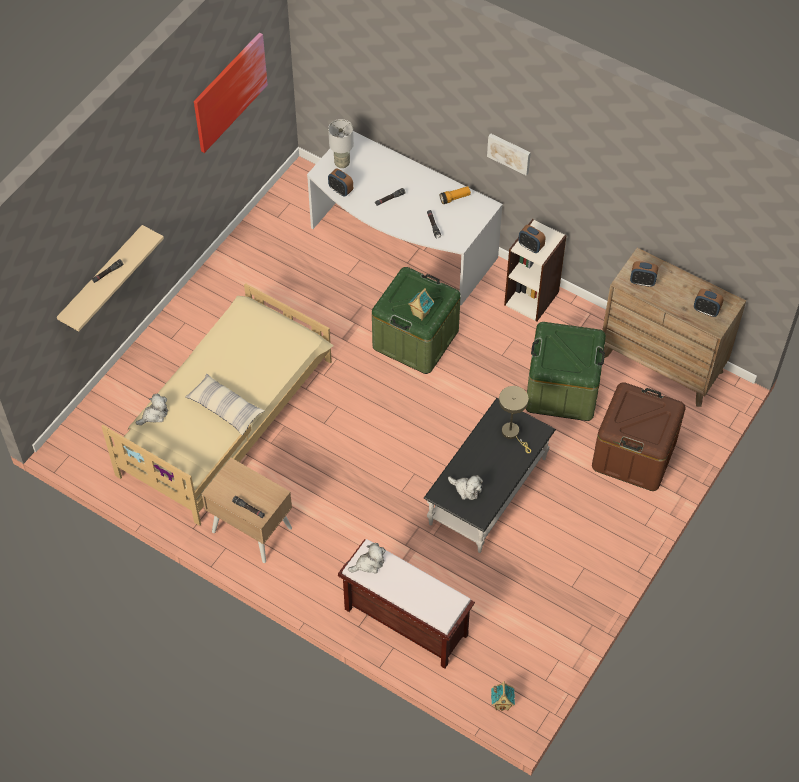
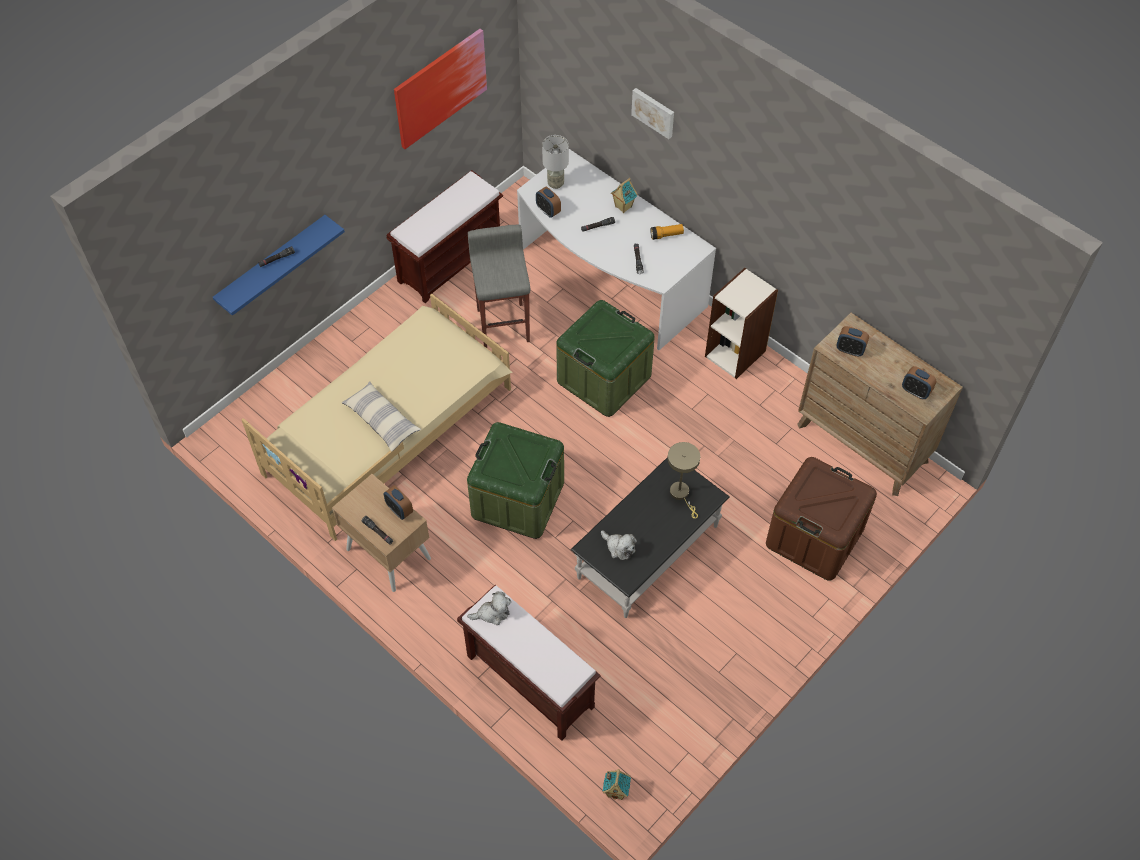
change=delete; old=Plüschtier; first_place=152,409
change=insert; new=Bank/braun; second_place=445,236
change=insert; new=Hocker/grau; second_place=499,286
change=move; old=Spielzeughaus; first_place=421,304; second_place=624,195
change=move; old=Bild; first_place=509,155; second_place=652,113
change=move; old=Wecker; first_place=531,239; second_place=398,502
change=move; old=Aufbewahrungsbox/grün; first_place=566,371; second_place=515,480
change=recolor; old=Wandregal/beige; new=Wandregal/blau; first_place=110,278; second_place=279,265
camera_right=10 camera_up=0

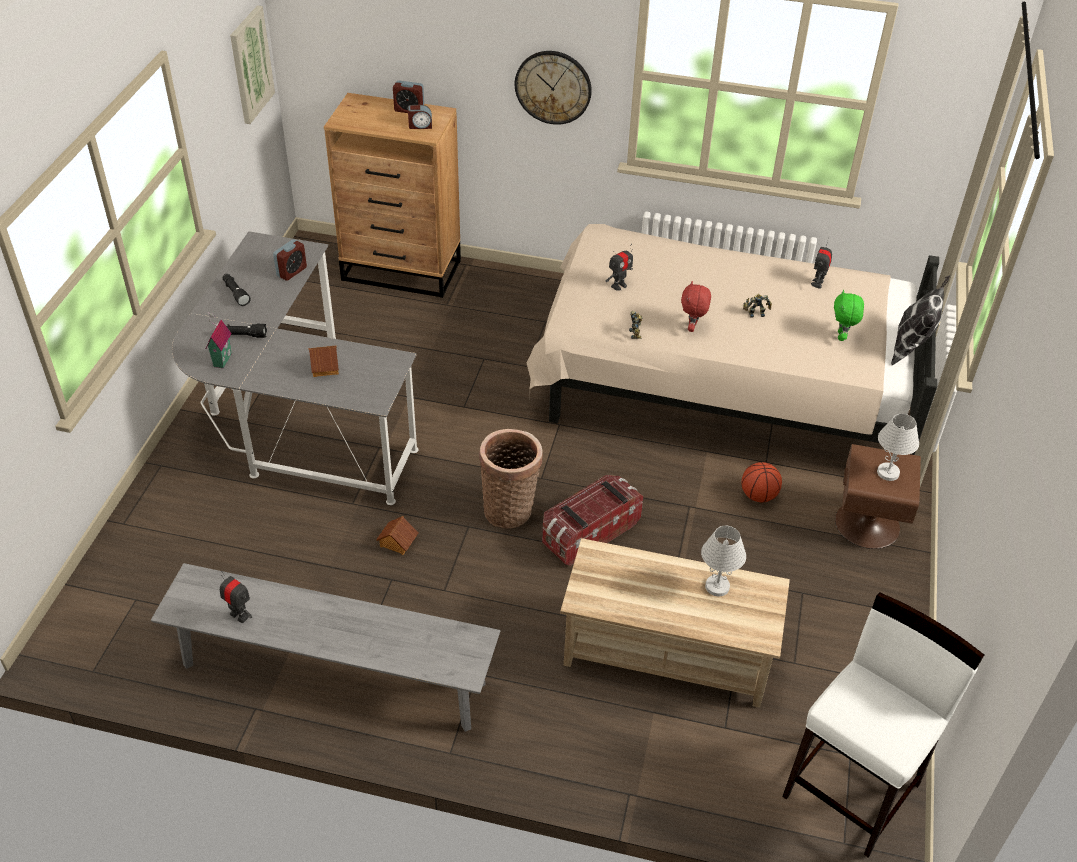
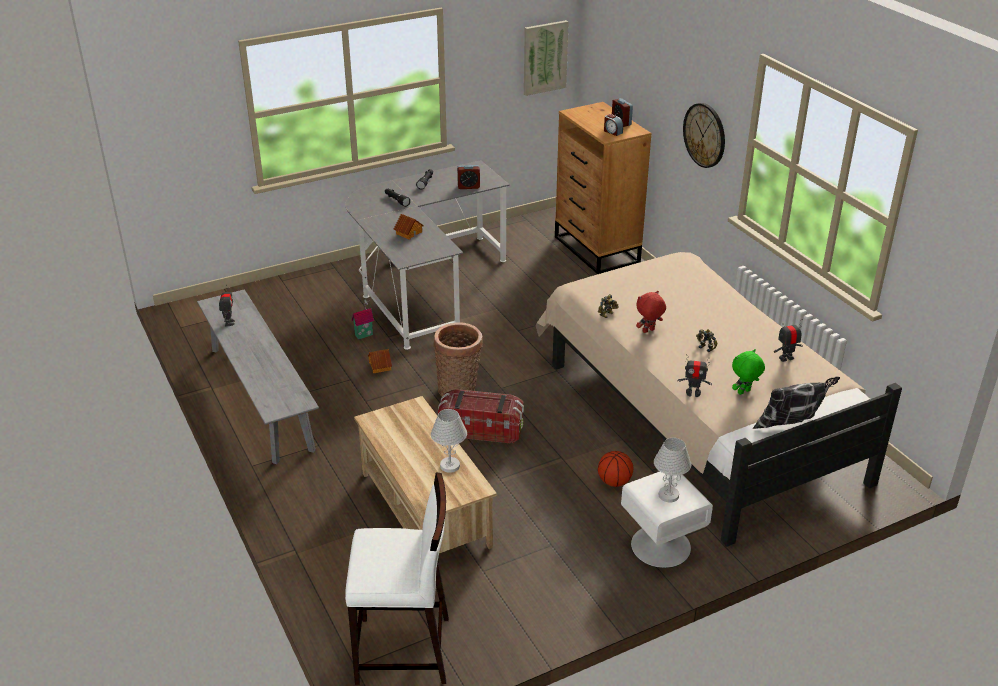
change=move; old=Spielzeughaus; first_place=219,339; second_place=363,320
change=move; old=Spielzeugroboter; first_place=619,267; second_place=695,375
change=recolor; old=Nachttisch/braun; new=Nachttisch/weiß; first_place=878,496; second_place=667,520
camera_right=50 camera_up=-10

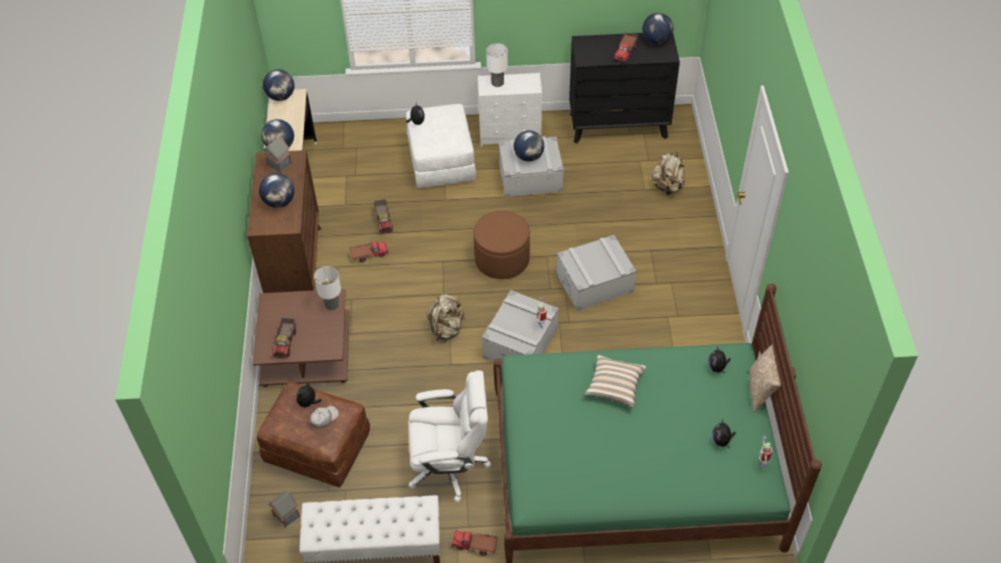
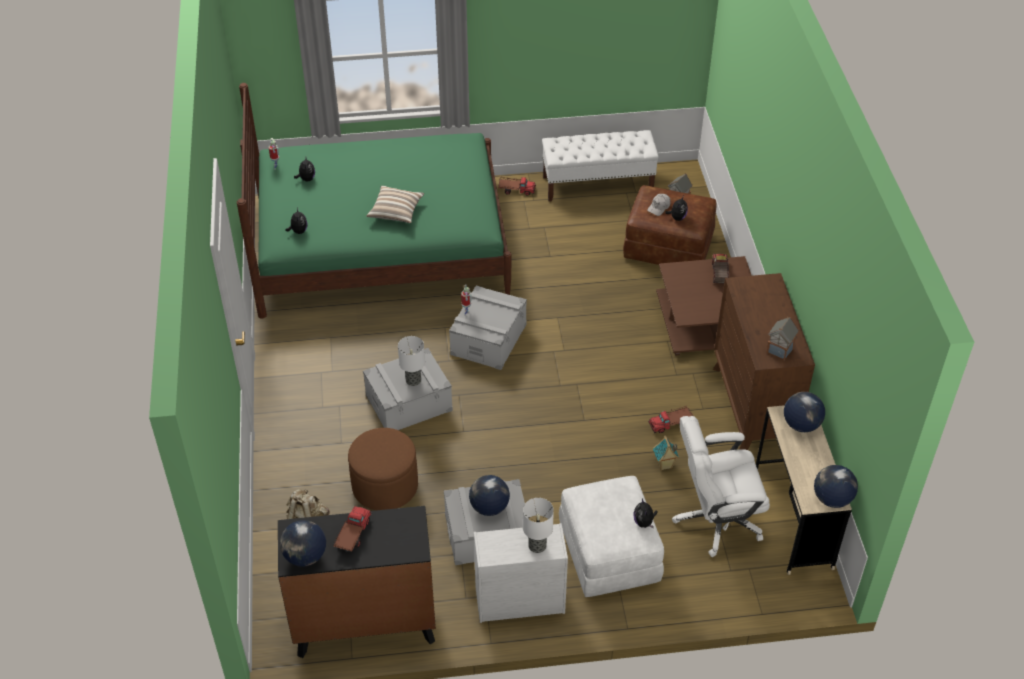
change=delete; old=Globus; first_place=276,190
change=delete; old=Rucksack/beige; first_place=446,318
change=delete; old=Kissen; first_place=765,378
change=move; old=Tischlampe; first_place=327,288; second_place=411,361
change=move; old=Bürostuhl/weiß; first_place=449,436; second_place=721,486
change=move; old=Polsterhocker/braun; first_place=501,245; second_place=383,469
change=replace; old=Spielzeuglaster; new=Spielzeughaus; first_place=383,216; second_place=666,453
camera_right=175 camera_up=-5

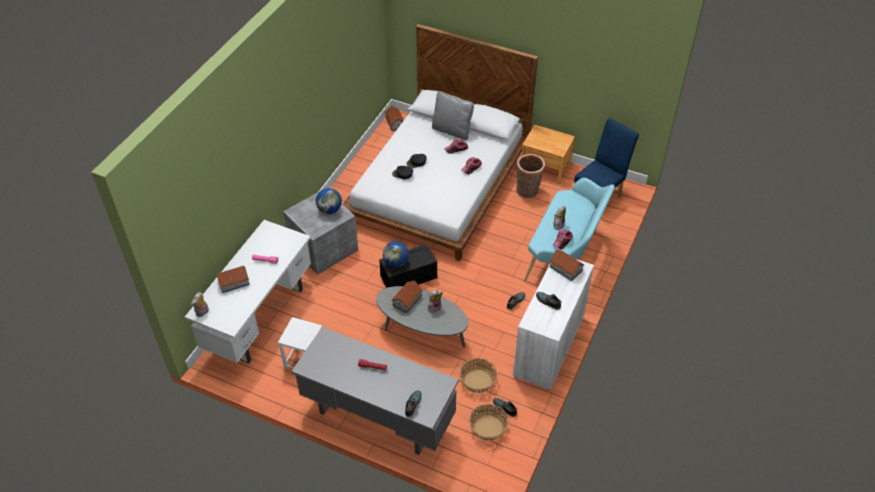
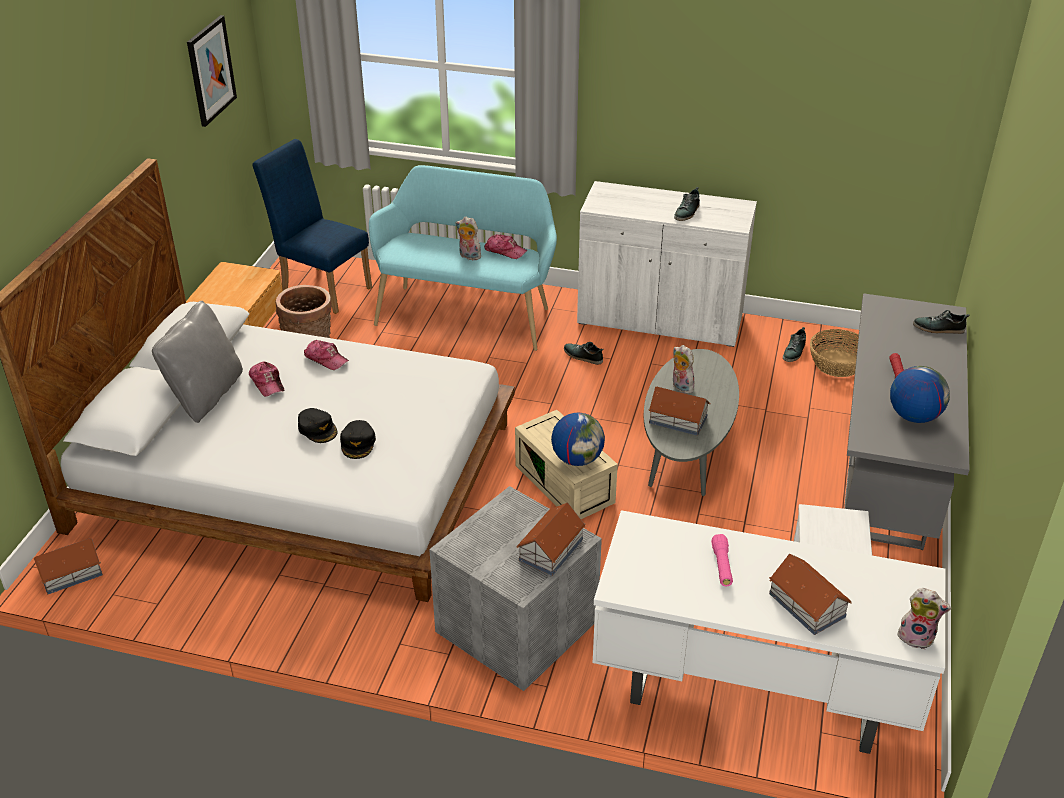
change=delete; old=Korb; first_place=478,375
change=insert; new=Bild; second_place=212,71
change=move; old=Globus; first_place=329,201; second_place=920,394
change=move; old=Spielzeughaus; first_place=567,265; second_place=551,539
change=recolor; old=Aufbewahrungsbox/schwarz; new=Aufbewahrungsbox/beige; first_place=408,266; second_place=566,464
camera_right=-100 camera_up=-10

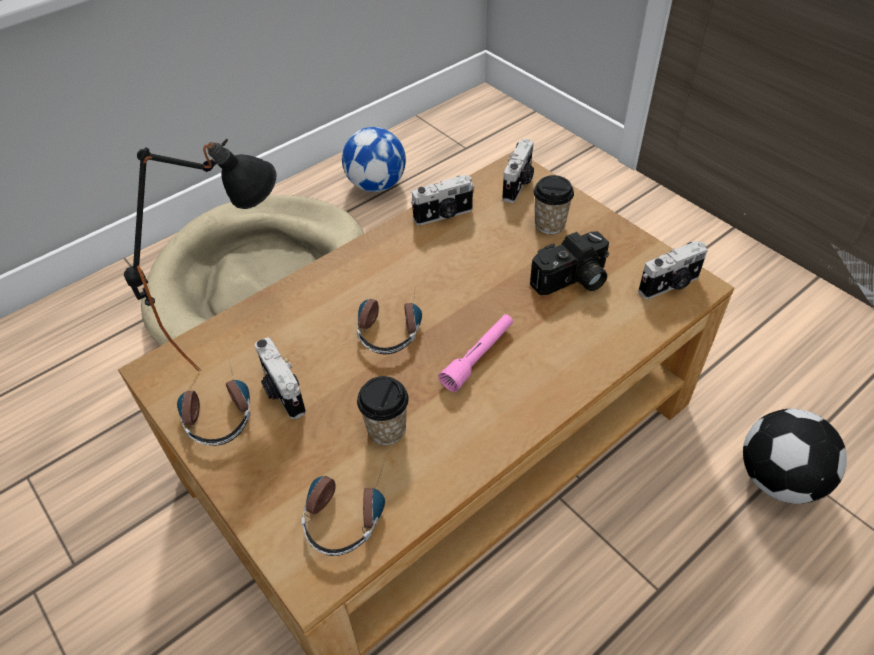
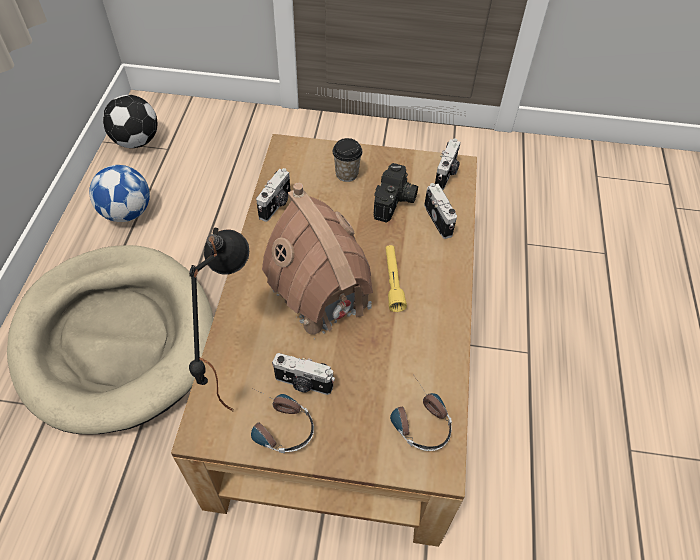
change=delete; old=Tasse; first_place=383,410
change=move; old=Kamera; first_place=518,171; second_place=440,211
change=move; old=Fußball; first_place=795,456; second_place=130,121
change=replace; old=Kopfhörer; new=Spielzeughaus; first_place=389,321; second_place=317,261
change=recolor; old=Taschenlampe/rosa; new=Taschenlampe/gelb; first_place=475,353; second_place=396,278
camera_right=-45 camera_up=5

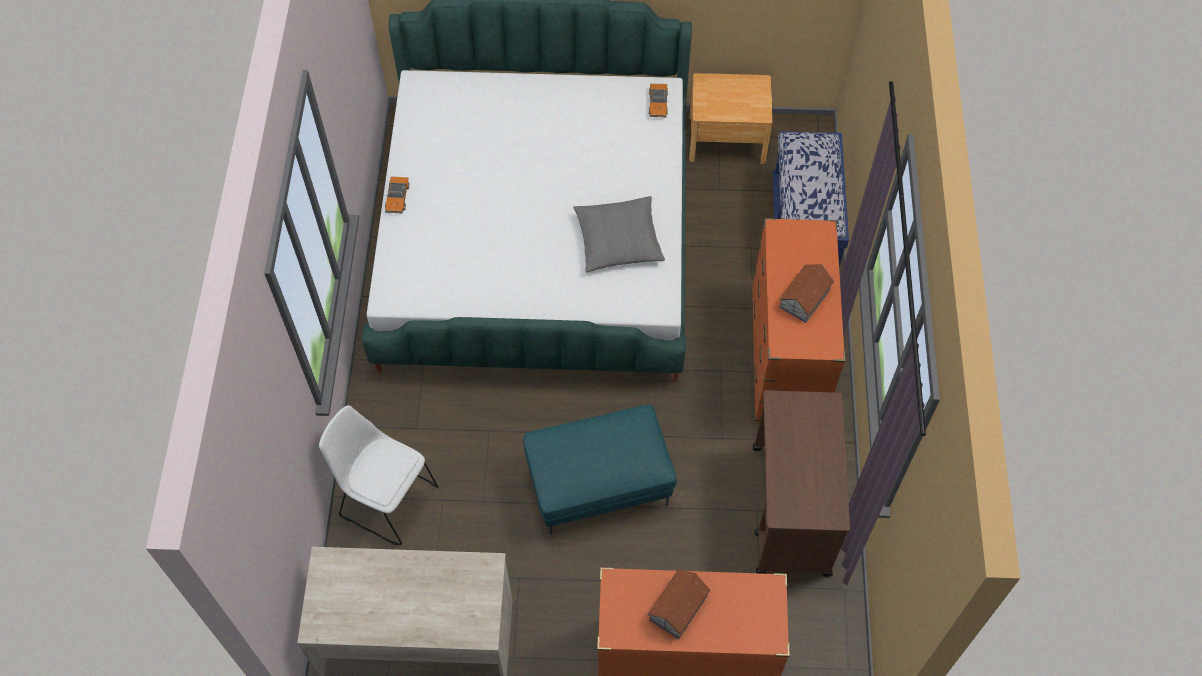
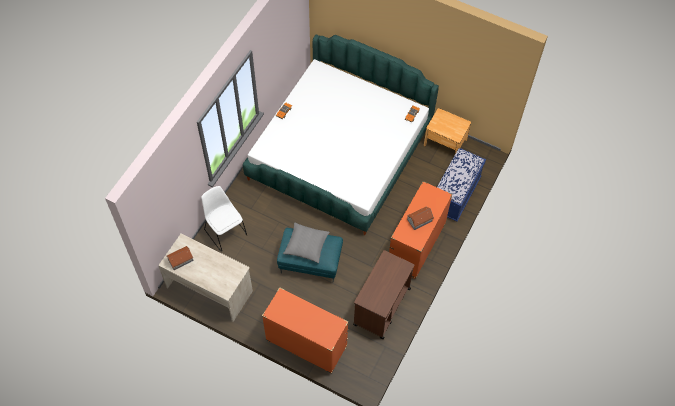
change=move; old=Kissen/grau; first_place=619,234; second_place=306,242
change=move; old=Spielzeughaus; first_place=679,604; second_place=180,258
camera_right=25 camera_up=0

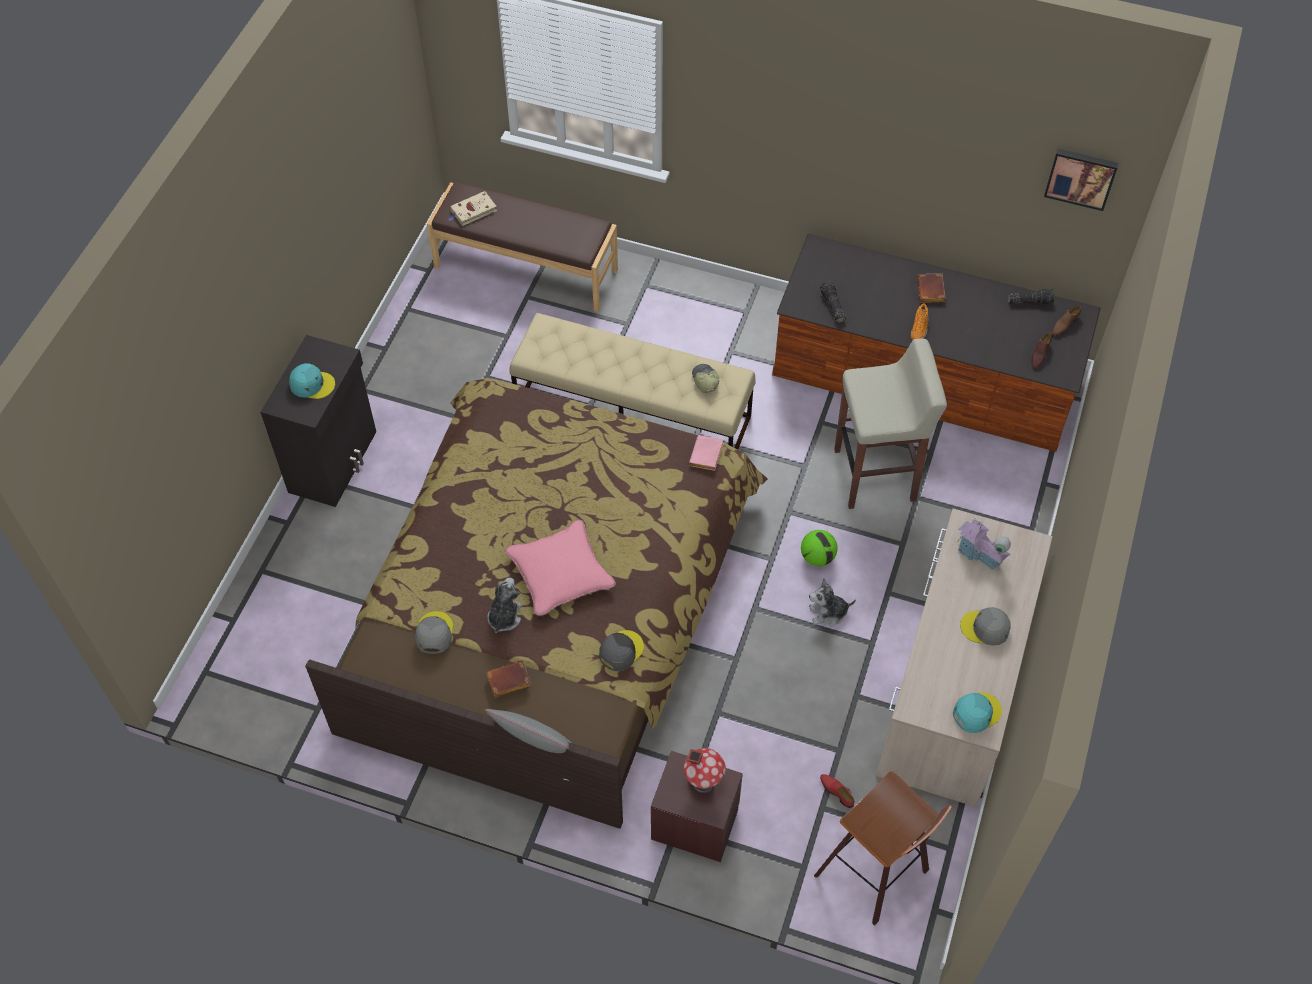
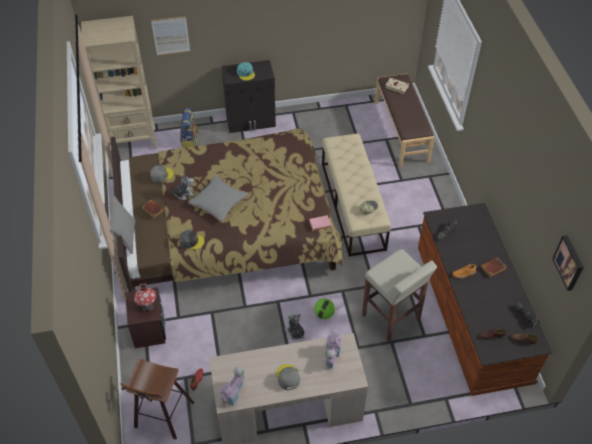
change=insert; new=Bücherregal/beige; second_place=118,82
change=insert; new=Bild; second_place=170,35
change=insert; new=Rucksack; second_place=189,128
change=replace; old=Kappe/türkis; new=Spielzeughaus; first_place=977,712; second_place=232,387
change=recolor; old=Kissen/rosa; new=Kissen/grau; first_place=560,568; second_place=218,199
camera_right=60 camera_up=-5

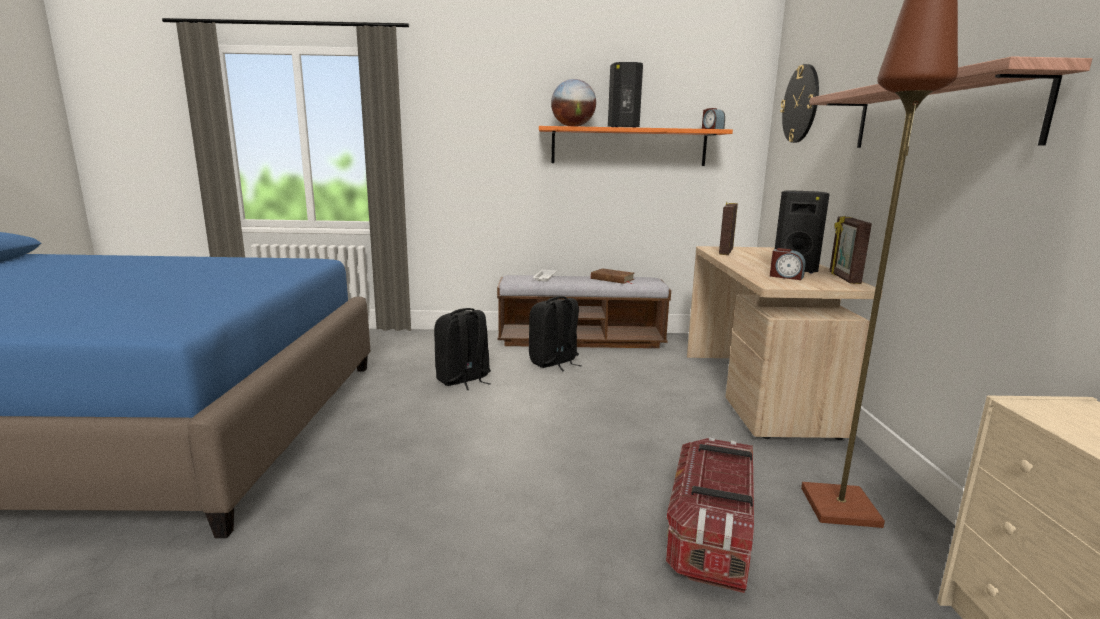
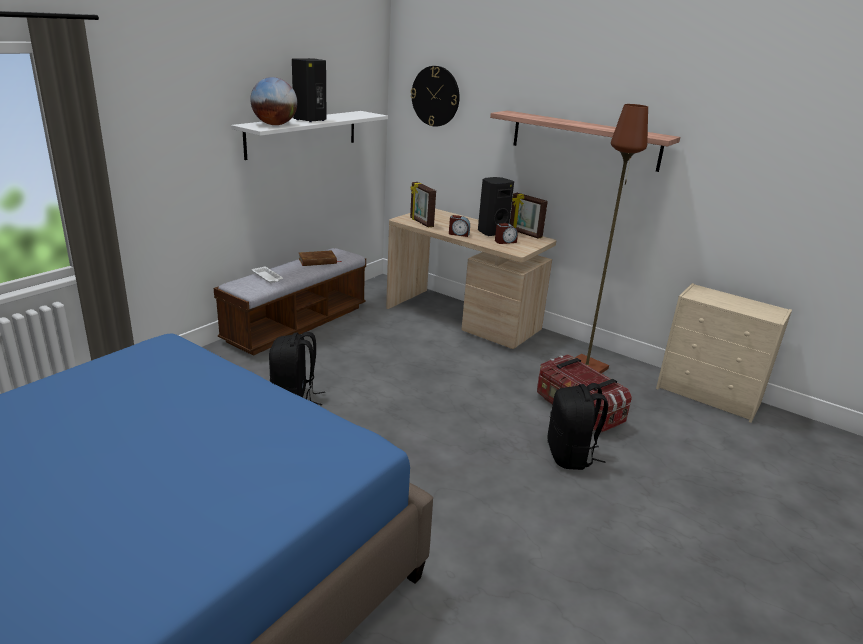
change=move; old=Rucksack/schwarz; first_place=555,333; second_place=577,426
change=move; old=Wecker; first_place=713,118; second_place=459,226
change=recolor; old=Wandregal/orange; new=Wandregal/weiß; first_place=636,146; second_place=309,135
camera_right=-55 camera_up=10

